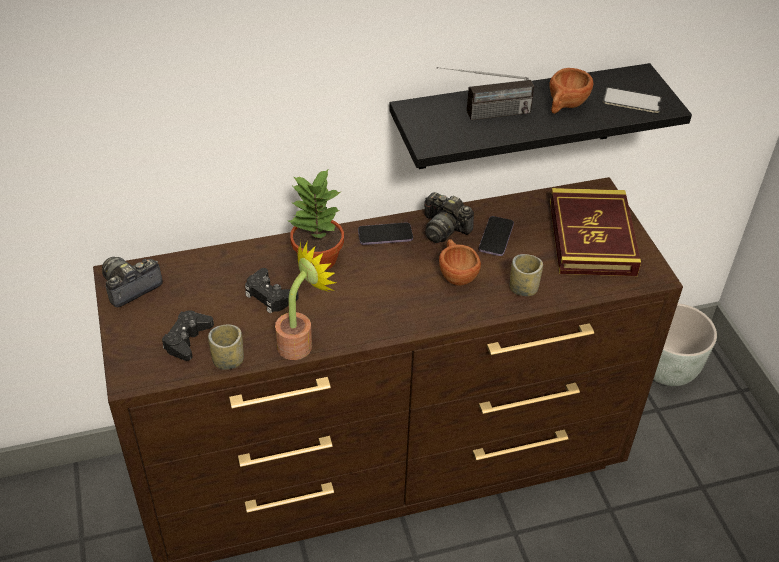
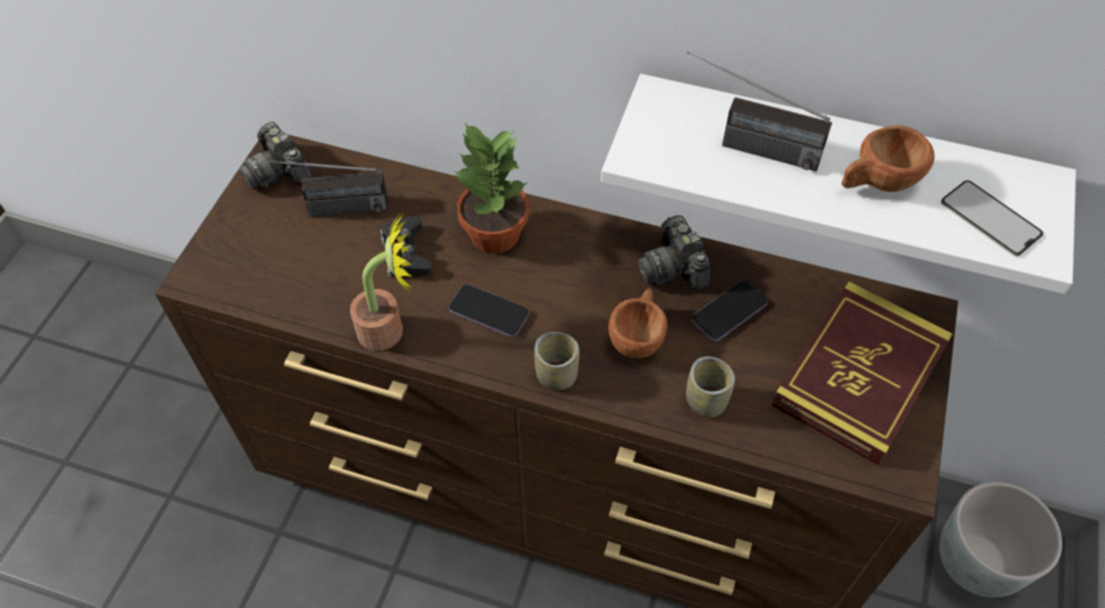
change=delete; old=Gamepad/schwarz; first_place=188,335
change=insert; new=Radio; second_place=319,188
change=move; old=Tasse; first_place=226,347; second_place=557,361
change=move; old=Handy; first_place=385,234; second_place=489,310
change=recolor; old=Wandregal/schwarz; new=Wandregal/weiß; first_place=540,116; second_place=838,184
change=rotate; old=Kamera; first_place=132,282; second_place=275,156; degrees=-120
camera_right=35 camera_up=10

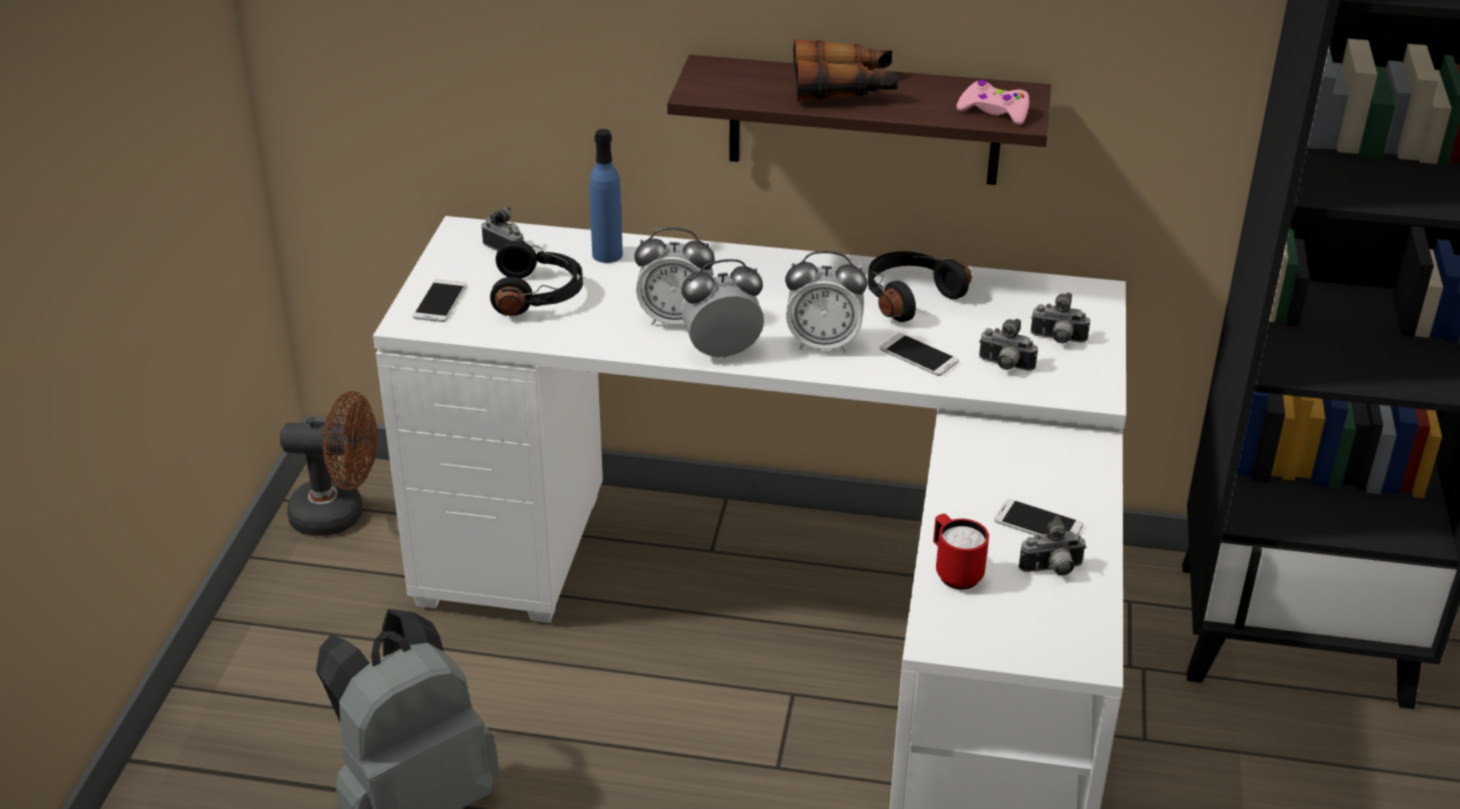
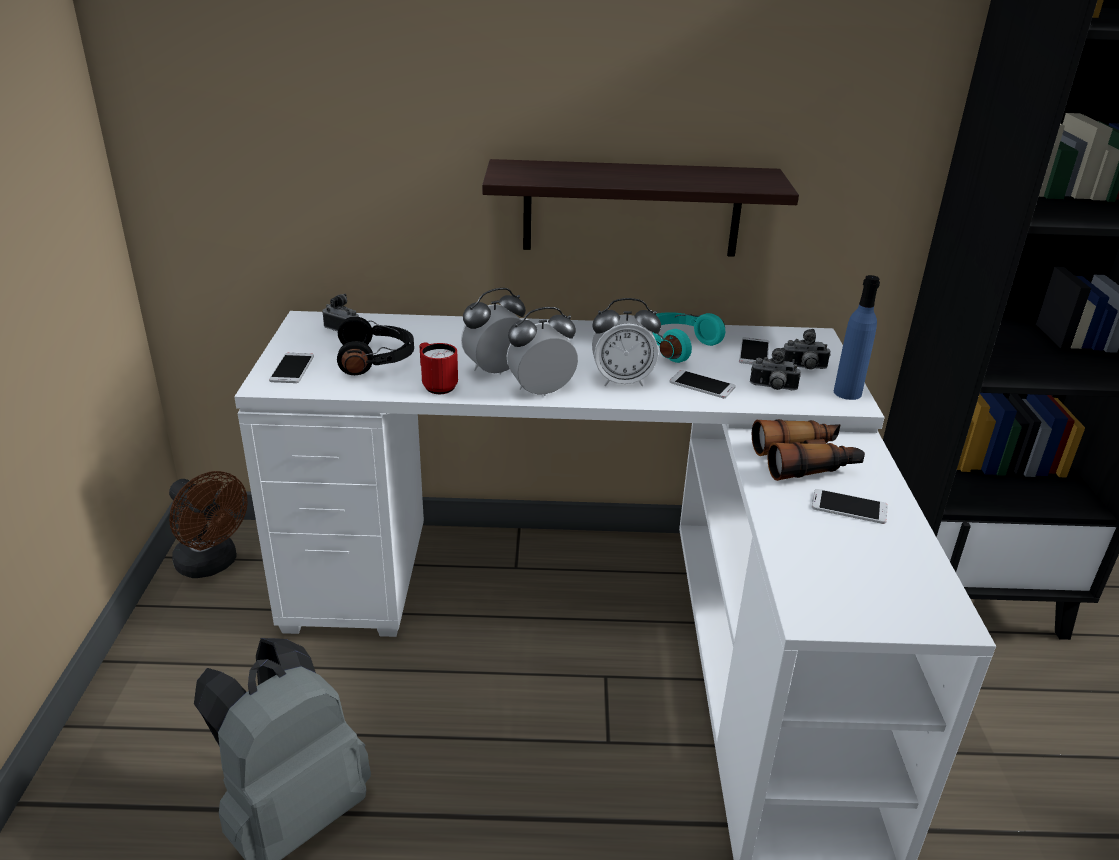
change=delete; old=Gamepad/rosa; first_place=993,102
change=delete; old=Kamera; first_place=1053,546
change=insert; new=Handy; second_place=754,350
change=move; old=Flasche/blau; first_place=606,196; second_place=857,337
change=move; old=Fernglas; first_place=845,70; second_place=808,450
change=move; old=Henkelbecher/rot; first_place=961,551; second_place=438,368
change=recolor; old=Kopfhörer/schwarz; new=Kopfhörer/türkis; first_place=920,286; second_place=688,337
change=rotate; old=Ventilator/braun; first_place=328,463; second_place=208,524; degrees=45
change=rotate; old=Wecker; first_place=674,276; second_place=493,331; degrees=150
camera_right=-10 camera_up=-5

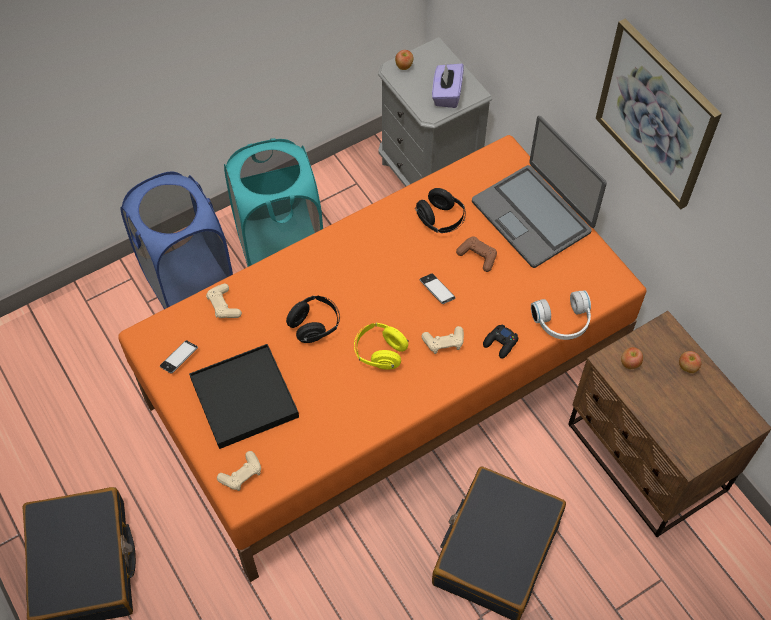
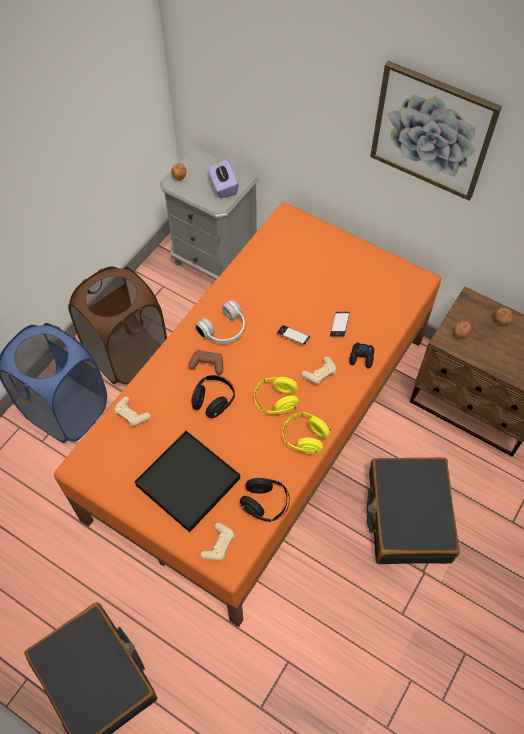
change=delete; old=Laptop; first_place=539,192
change=insert; new=Kopfhörer/gelb; second_place=306,433
change=move; old=Handy; first_place=179,357; second_place=340,324
change=move; old=Kopfhörer/schwarz; first_place=440,210; second_place=265,500
change=move; old=Gamepad/braun; first_place=476,254; second_place=205,362
change=move; old=Kopfhörer/weiß; first_place=561,315; second_place=220,322
change=recolor; old=Wäschekorb/türkis; new=Wäschekorb/braun; first_place=273,202; second_place=117,325
camera_right=-25 camera_up=0

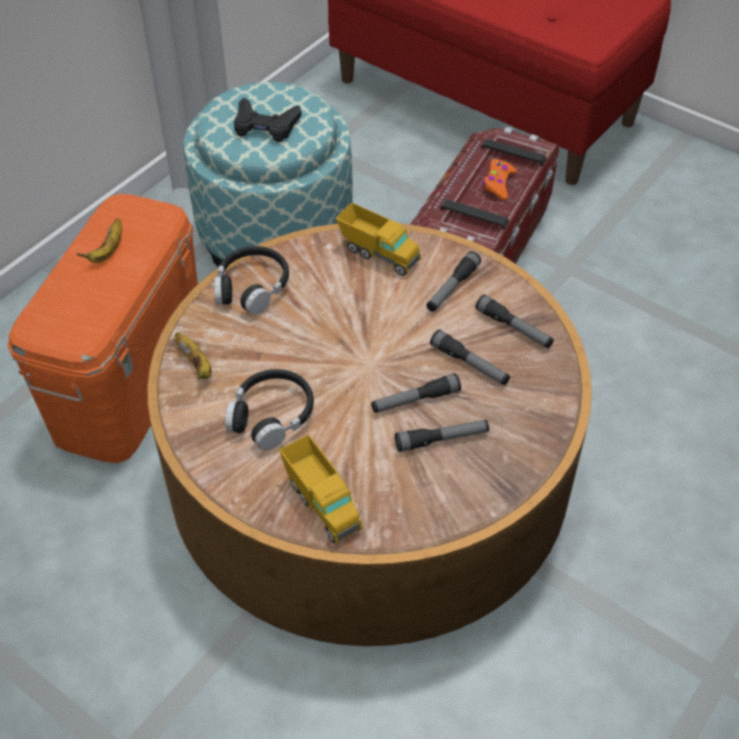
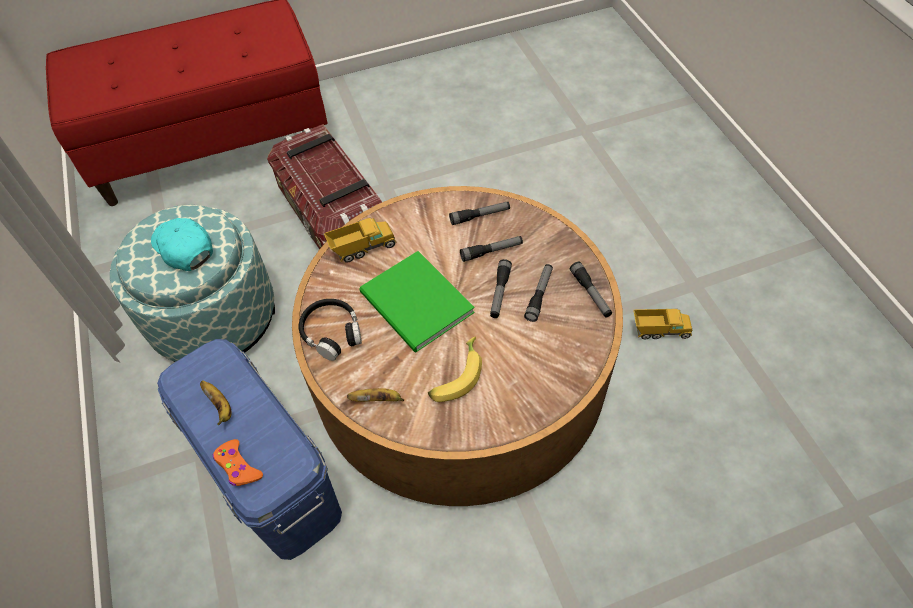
change=insert; new=Buch/grün; second_place=417,301
change=move; old=Spielzeuglaster; first_place=321,489; second_place=662,324
change=move; old=Taschenlampe; first_place=453,281; second_place=591,289
change=move; old=Gamepad/orange; first_place=500,179; second_place=238,462
change=replace; old=Kopfhörer/schwarz; new=Banane; first_place=269,409; second_place=455,369
change=replace; old=Gamepad/schwarz; new=Kappe/türkis; first_place=268,120; second_place=182,244
change=recolor; old=Aufbewahrungsbox/orange; new=Aufbewahrungsbox/blau; first_place=103,328; second_place=249,449
camera_right=-55 camera_up=5

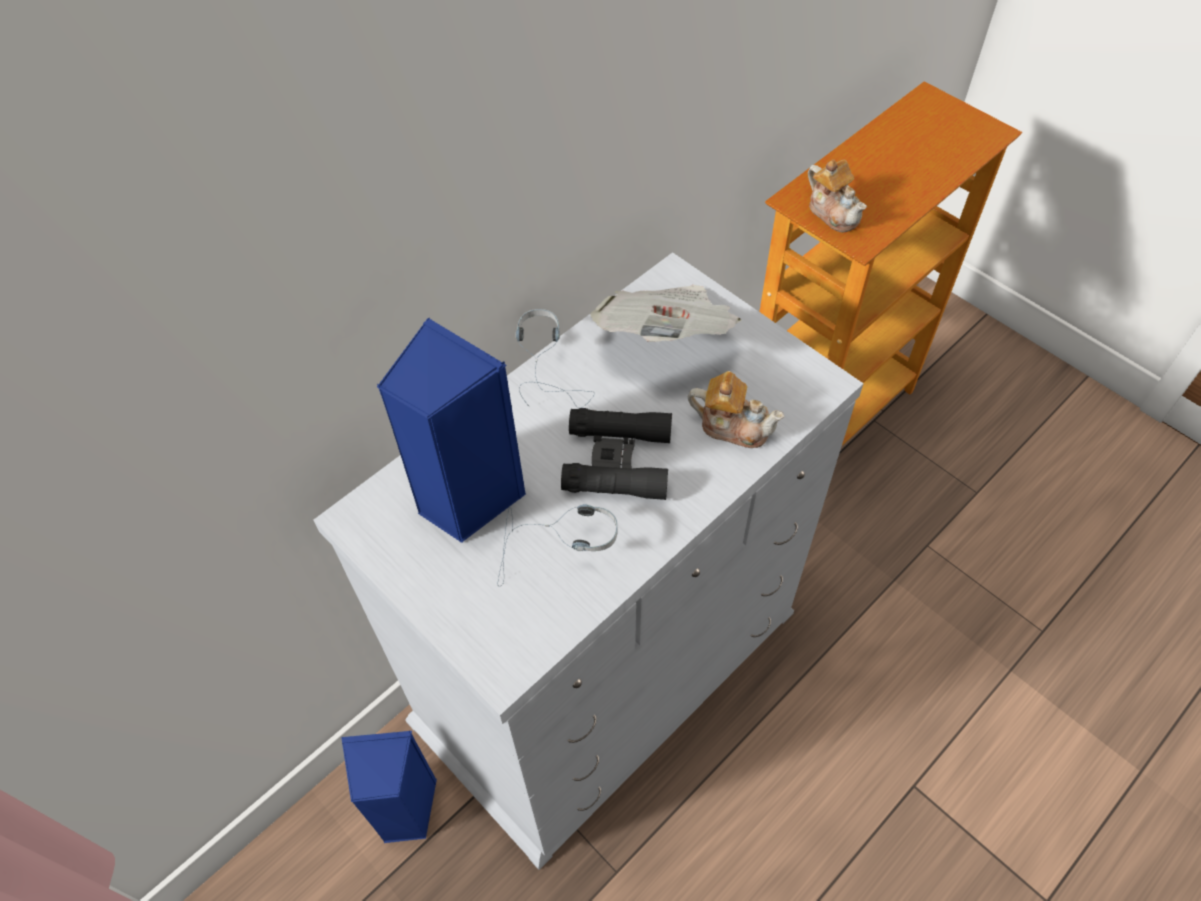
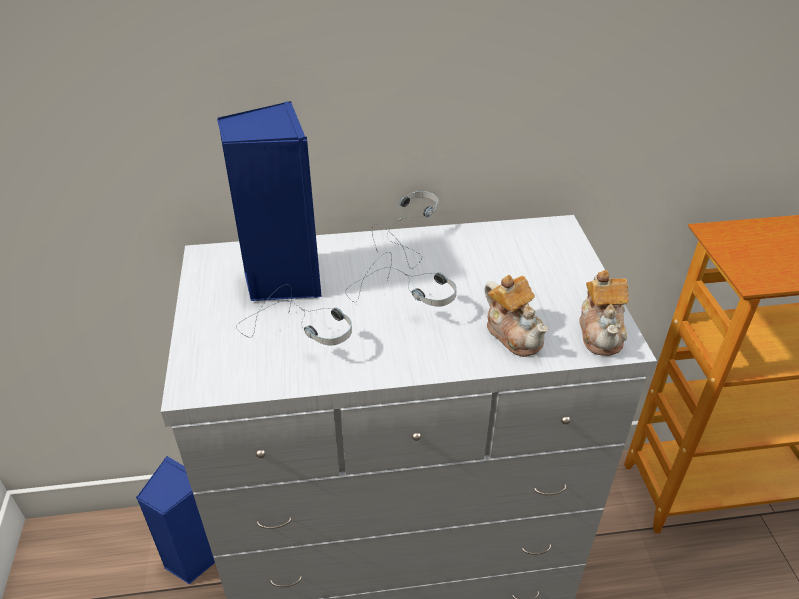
change=delete; old=Zeitung; first_place=665,313
change=move; old=Teekanne; first_place=837,196; second_place=604,313
change=replace; old=Fernglas/schwarz; new=Kopfhörer; first_place=616,454; second_place=401,279
camera_right=35 camera_up=-15

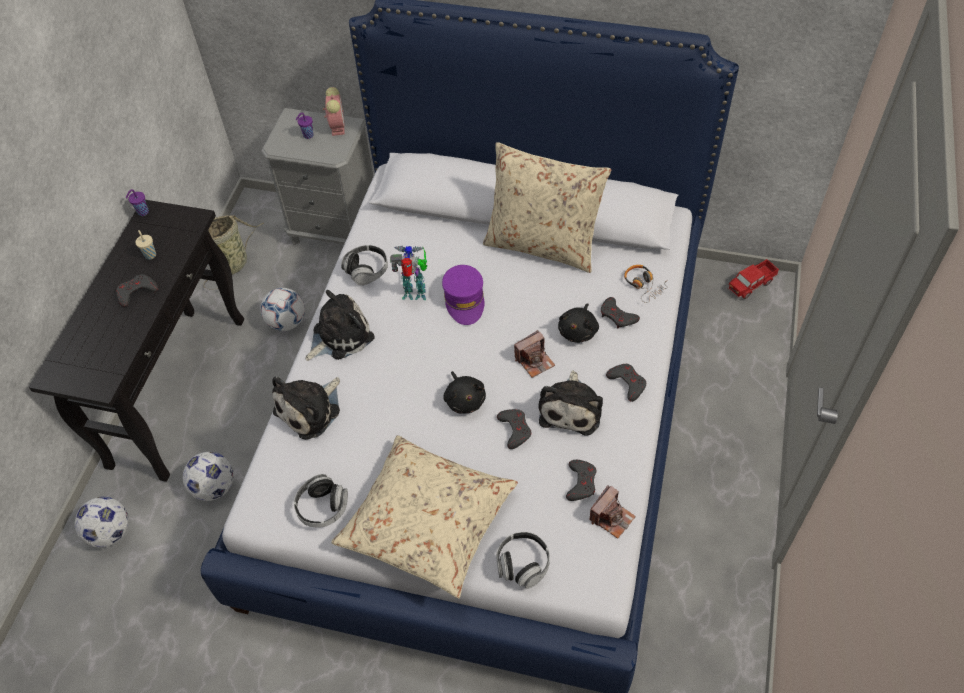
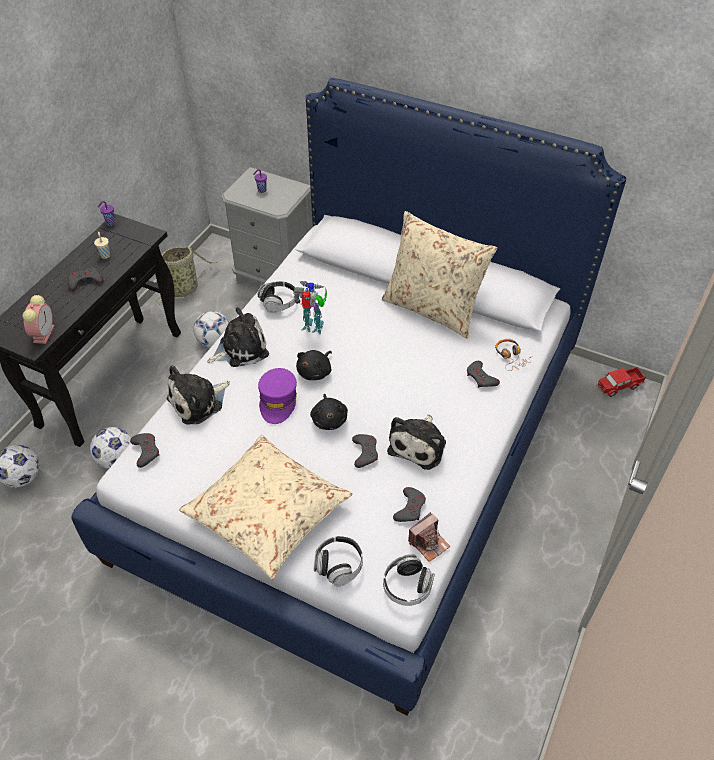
change=delete; old=Kamera; first_place=534,354
change=move; old=Kopfhörer; first_place=321,501; second_place=409,580
change=move; old=Wecker; first_place=334,111; second_place=39,319
change=move; old=Kappe/lila; first_place=463,295; second_place=277,396
change=move; old=Plüschtier/schwarz; first_place=578,323; second_place=314,365
change=move; old=Gamepad/grau; first_place=626,383; second_place=144,450
camera_right=10 camera_up=-5

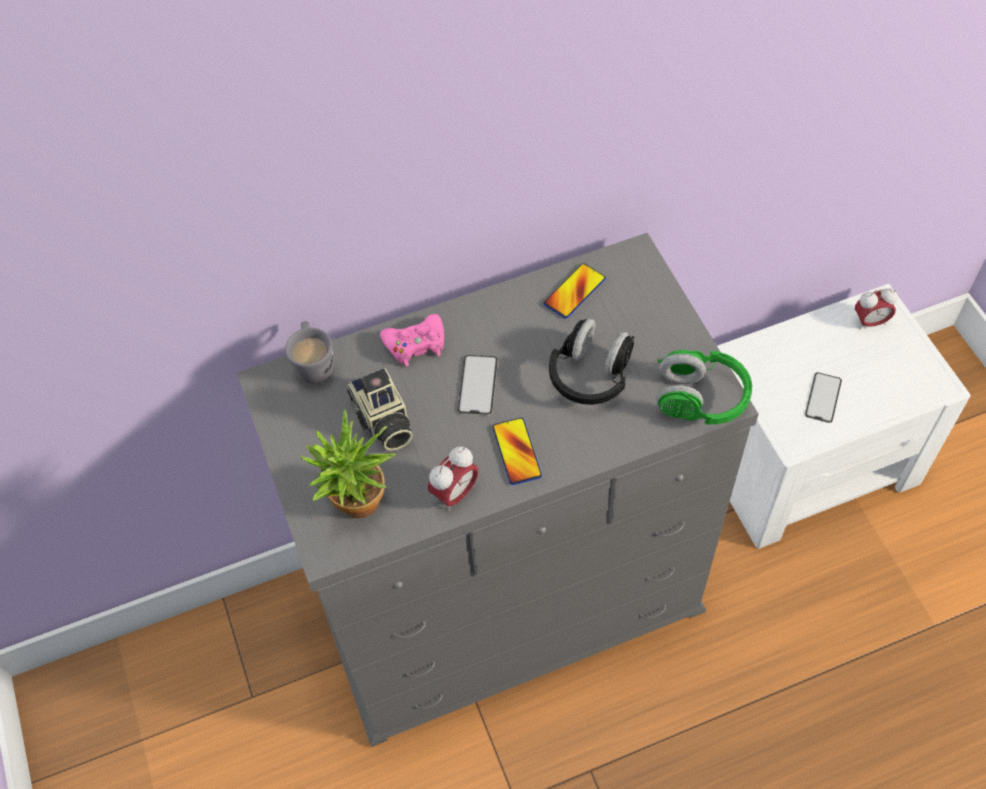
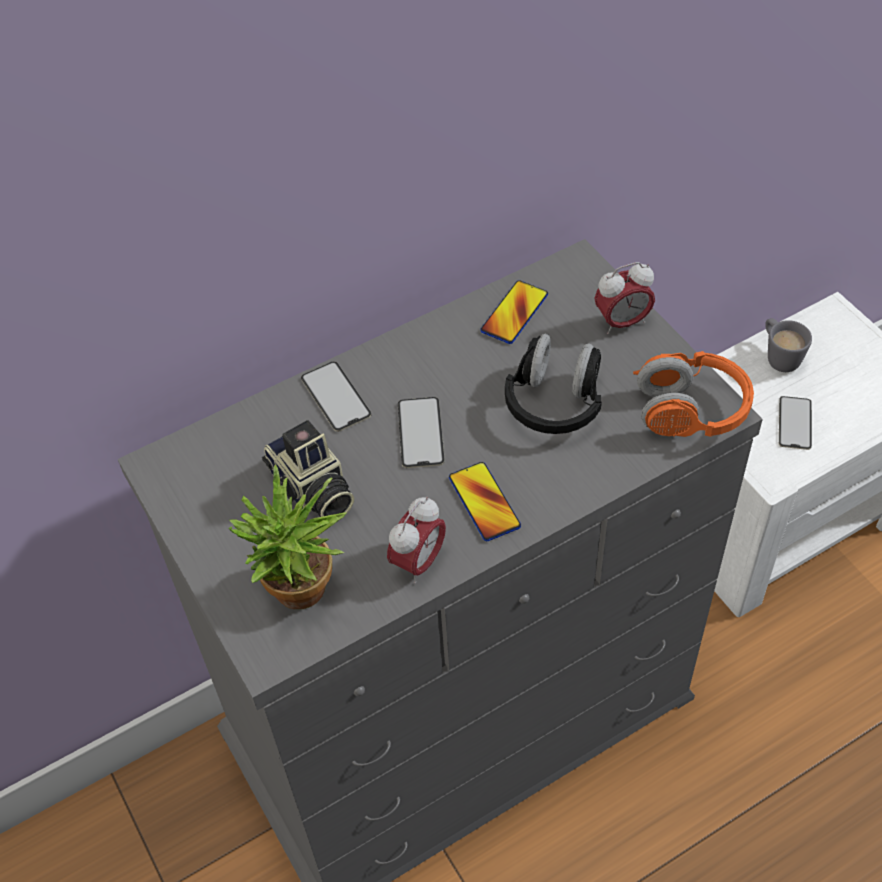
change=move; old=Henkelbecher/grau; first_place=309,352; second_place=788,345
change=move; old=Wecker; first_place=876,308; second_place=624,298
change=replace; old=Gamepad/rosa; new=Handy; first_place=412,340; second_place=336,396
change=recolor; old=Kopfhörer/grün; new=Kopfhörer/orange; first_place=704,387; second_place=693,394
camera_right=-10 camera_up=-5

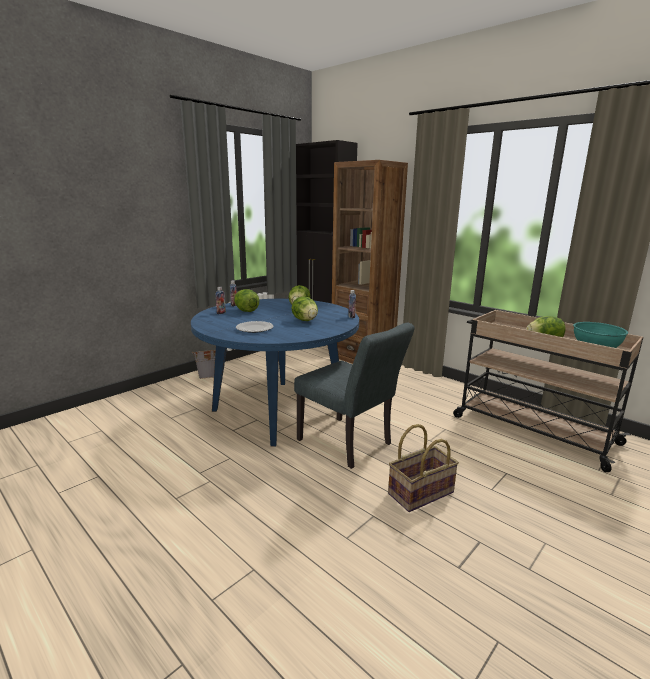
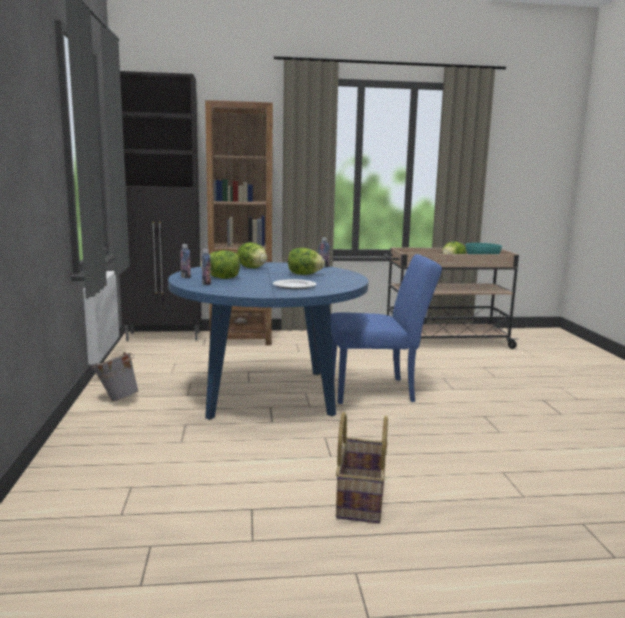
change=move; old=Korb; first_place=423,468; second_place=362,467
change=recolor; old=Stuhl/grau; new=Stuhl/blau; first_place=354,395; second_place=386,329
camera_right=-50 camera_up=-5

